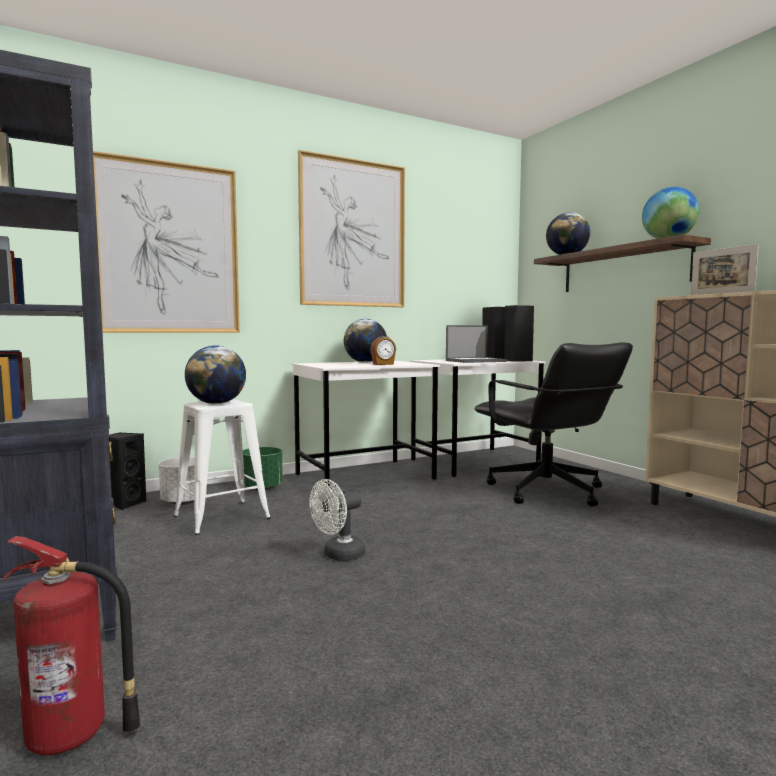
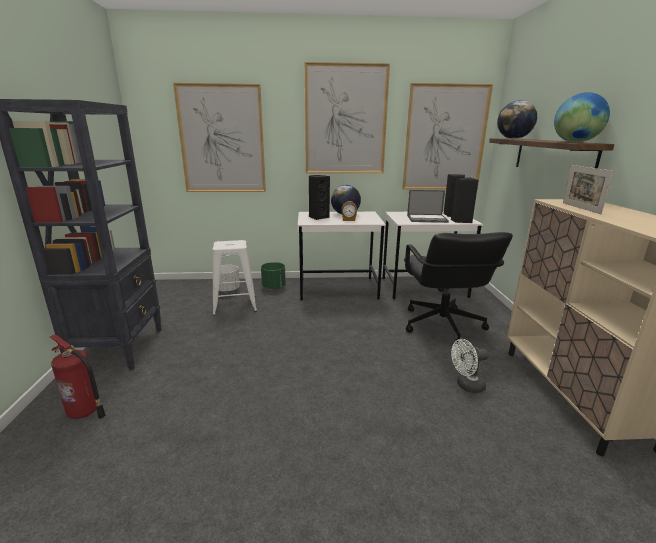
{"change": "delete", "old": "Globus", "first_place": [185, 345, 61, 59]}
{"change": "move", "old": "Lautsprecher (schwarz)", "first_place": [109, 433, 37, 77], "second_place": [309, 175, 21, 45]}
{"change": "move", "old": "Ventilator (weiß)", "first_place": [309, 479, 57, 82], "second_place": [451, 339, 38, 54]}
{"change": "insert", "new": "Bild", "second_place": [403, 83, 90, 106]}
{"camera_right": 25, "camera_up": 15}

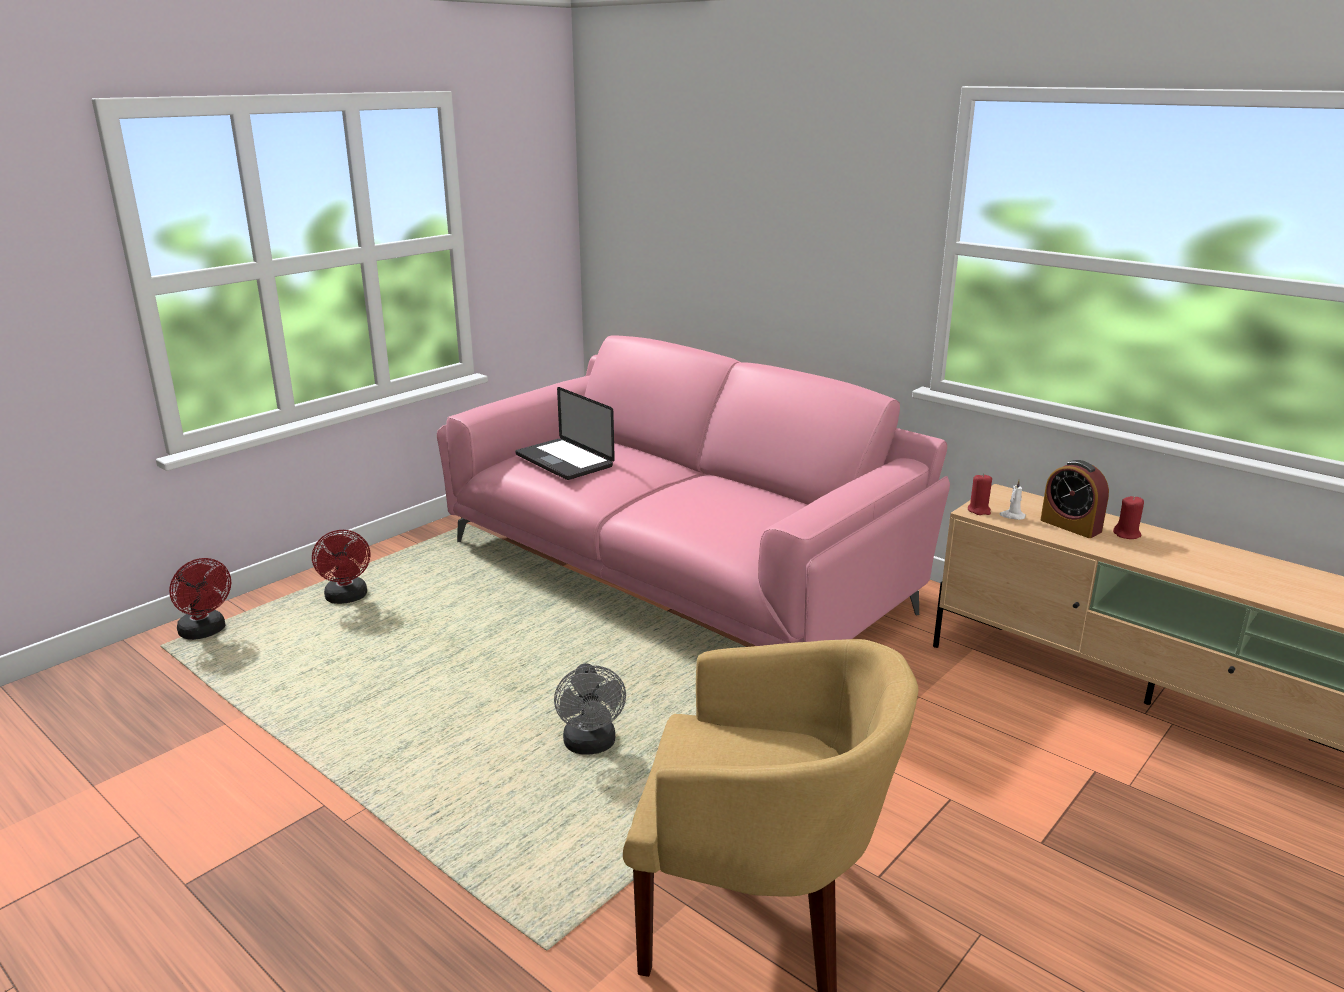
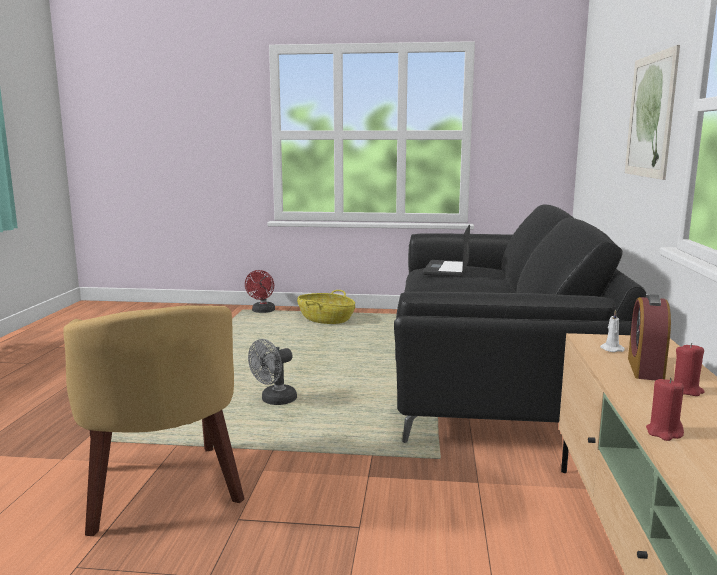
{"change": "recolor", "old": "Sofa (rosa)", "new": "Sofa (schwarz)", "first_place": [437, 335, 513, 311], "second_place": [394, 205, 252, 238]}
{"change": "move", "old": "Kerze (rot)", "first_place": [968, 474, 24, 41], "second_place": [646, 378, 38, 63]}
{"change": "replace", "old": "Ventilator (rot)", "new": "Korb", "first_place": [312, 530, 58, 74], "second_place": [297, 290, 58, 34]}
{"change": "insert", "new": "Bild", "second_place": [625, 45, 55, 135]}
{"camera_right": 55, "camera_up": -10}

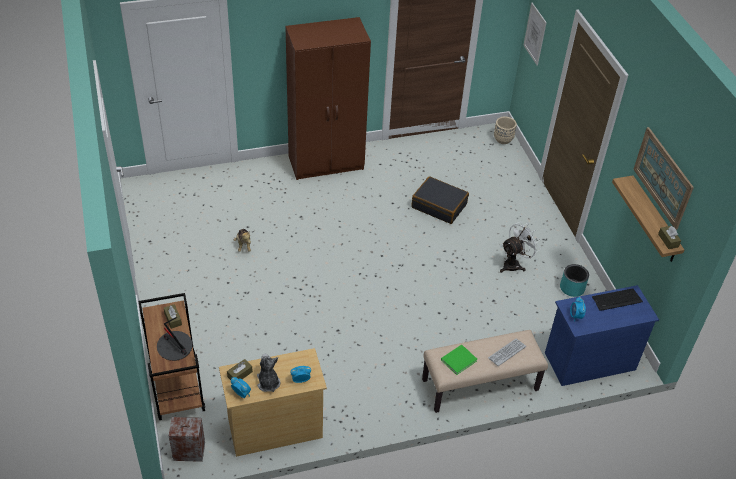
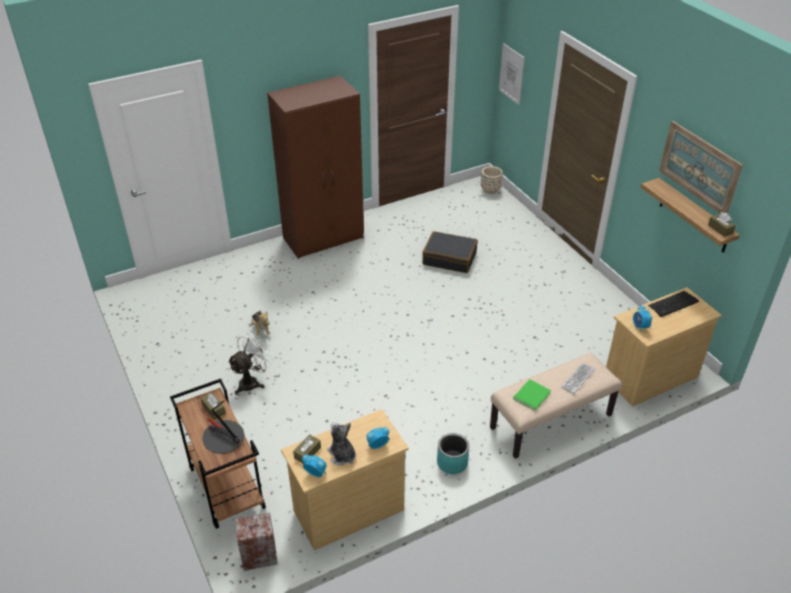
{"change": "move", "old": "Ventilator (weiß)", "first_place": [500, 222, 41, 51], "second_place": [228, 333, 45, 62]}
{"change": "move", "old": "Pflanzkübel (türkis)", "first_place": [560, 264, 29, 33], "second_place": [437, 433, 32, 41]}
{"change": "recolor", "old": "Kommode (blau)", "new": "Kommode (beige)", "first_place": [545, 285, 114, 101], "second_place": [606, 287, 116, 120]}
{"camera_right": -10, "camera_up": -5}

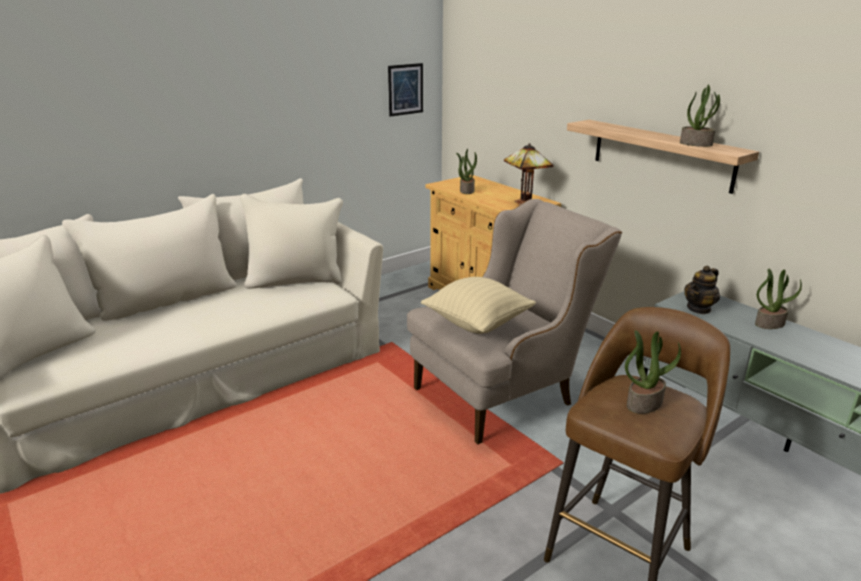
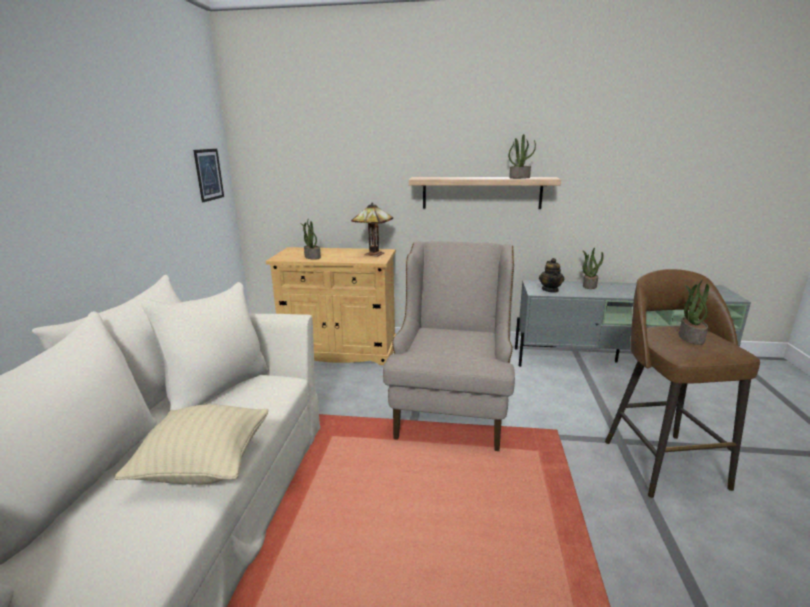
{"change": "move", "old": "Kissen (beige)", "first_place": [421, 277, 115, 57], "second_place": [115, 404, 154, 81]}
{"camera_right": -45, "camera_up": -5}

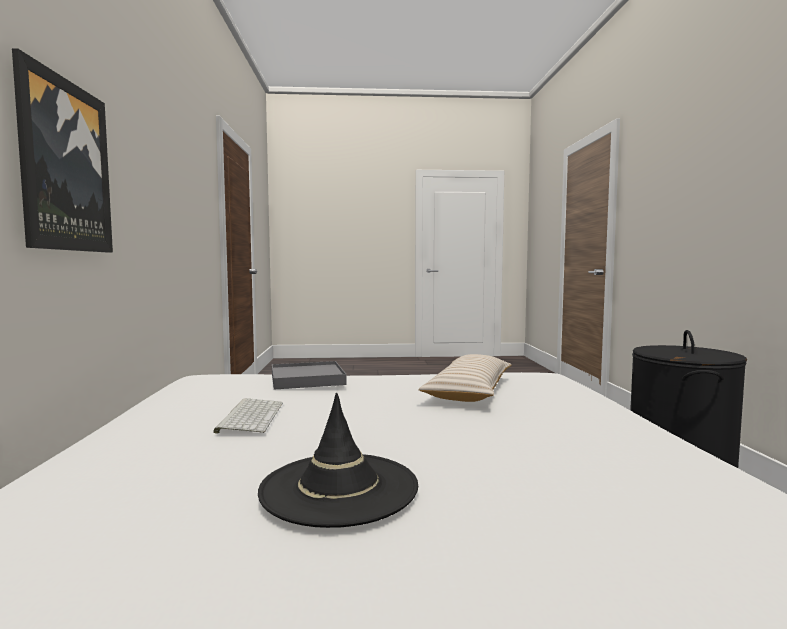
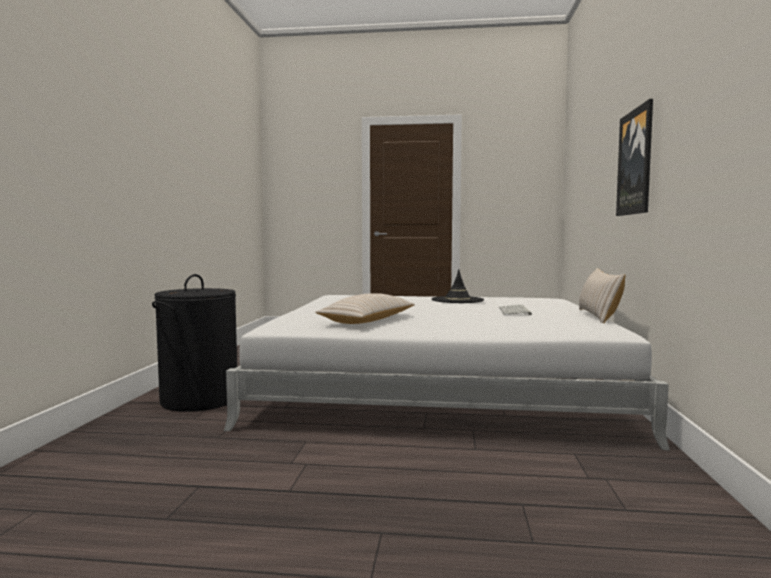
{"change": "delete", "old": "Tablett (grau)", "first_place": [272, 361, 75, 29]}
{"change": "insert", "new": "Kissen (beige)", "second_place": [579, 268, 46, 55]}
{"camera_right": -170, "camera_up": 0}

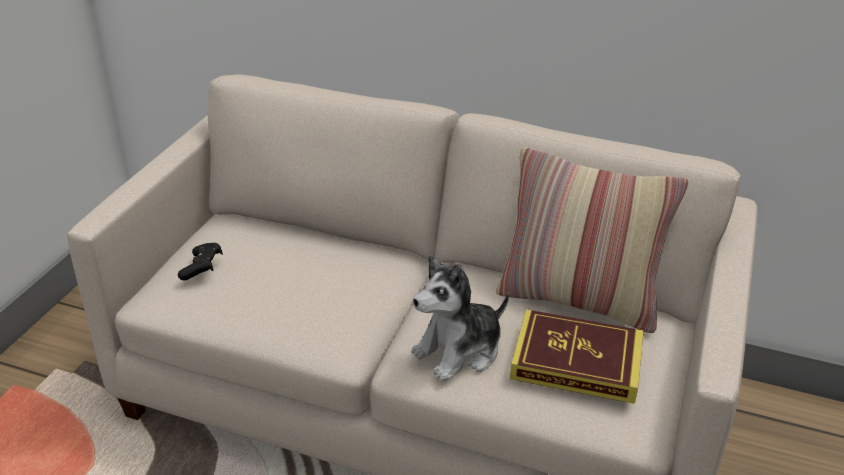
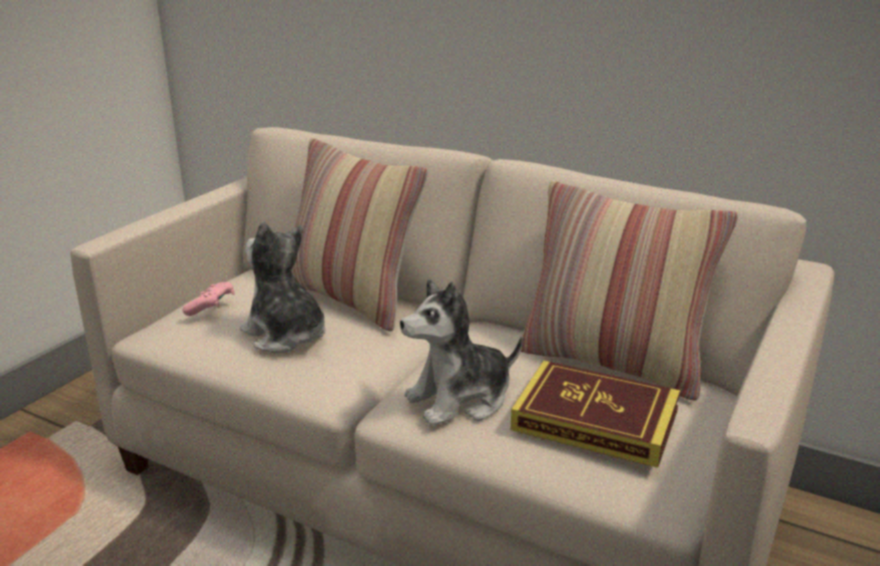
{"change": "recolor", "old": "Gamepad (schwarz)", "new": "Gamepad (rosa)", "first_place": [178, 243, 45, 37], "second_place": [183, 282, 52, 34]}
{"change": "insert", "new": "Kissen", "second_place": [291, 138, 137, 194]}
{"change": "insert", "new": "Plüschtier", "second_place": [240, 221, 86, 132]}
{"camera_right": 10, "camera_up": -10}

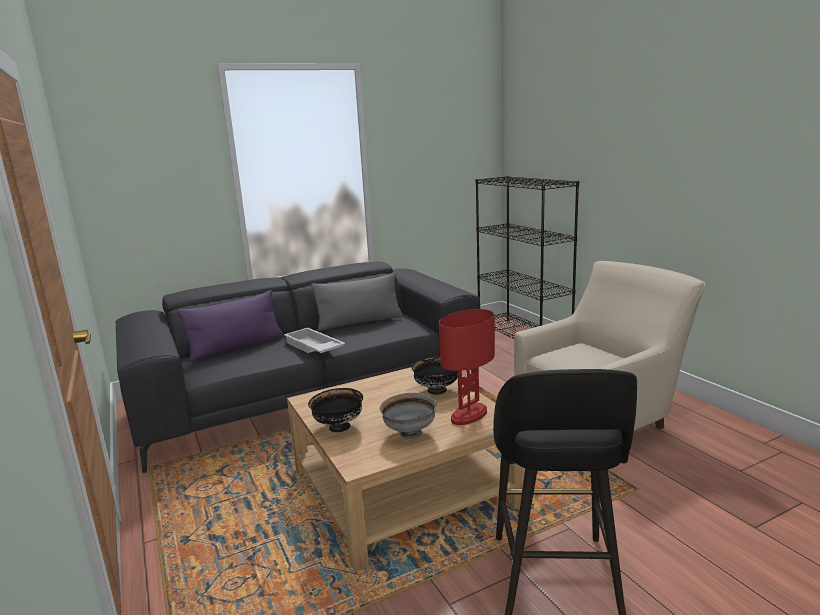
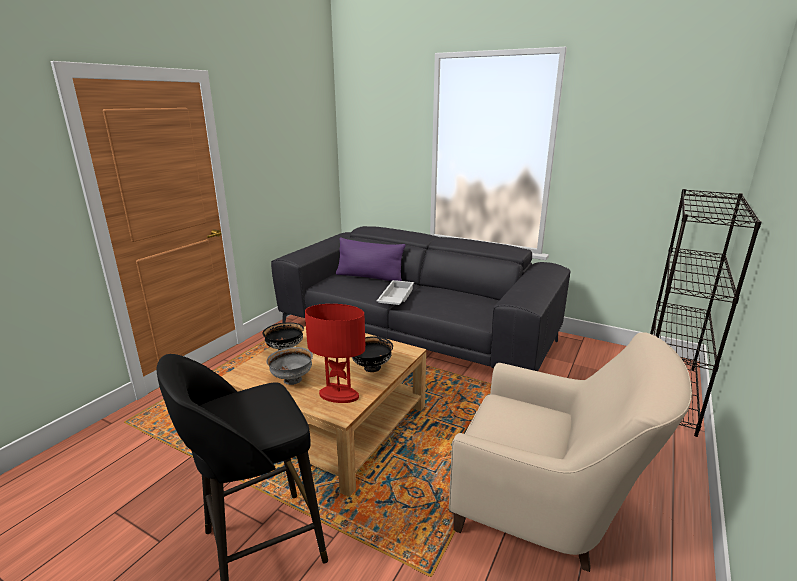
{"change": "delete", "old": "Kissen (grau)", "first_place": [311, 273, 92, 58]}
{"camera_right": 55, "camera_up": 5}

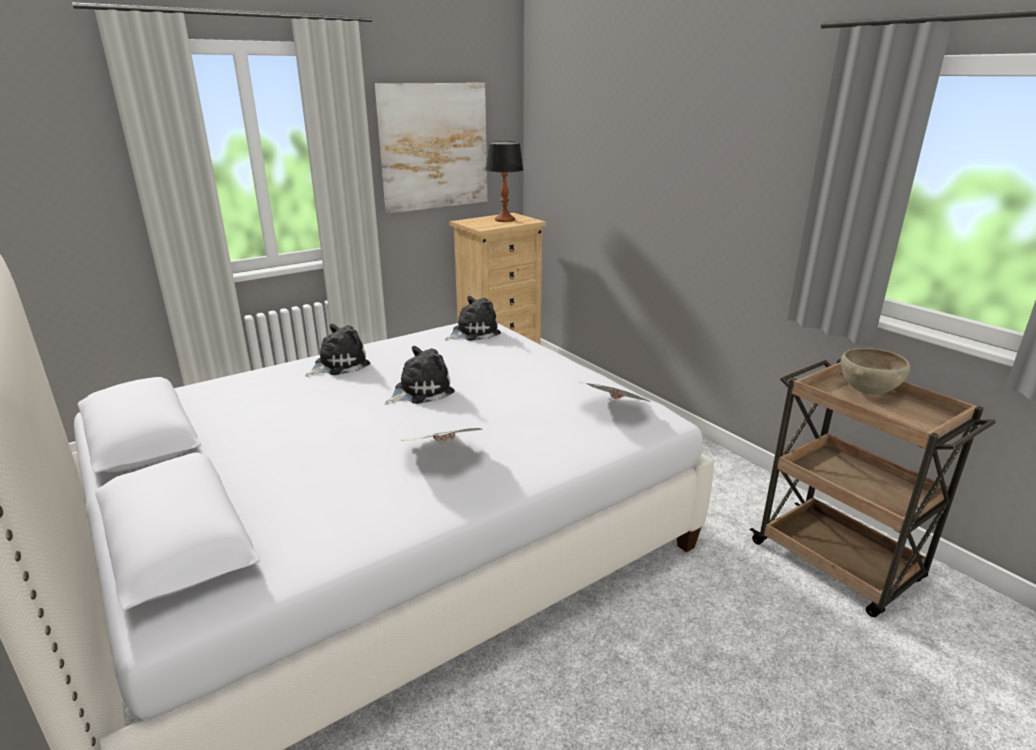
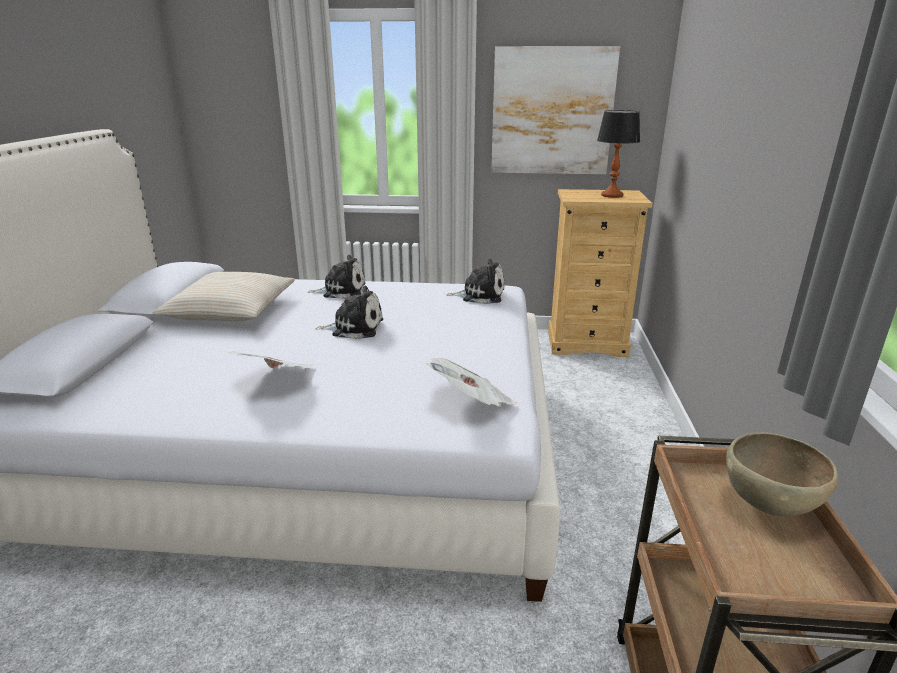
{"change": "insert", "new": "Kissen (beige)", "second_place": [153, 272, 142, 50]}
{"camera_right": 40, "camera_up": 0}

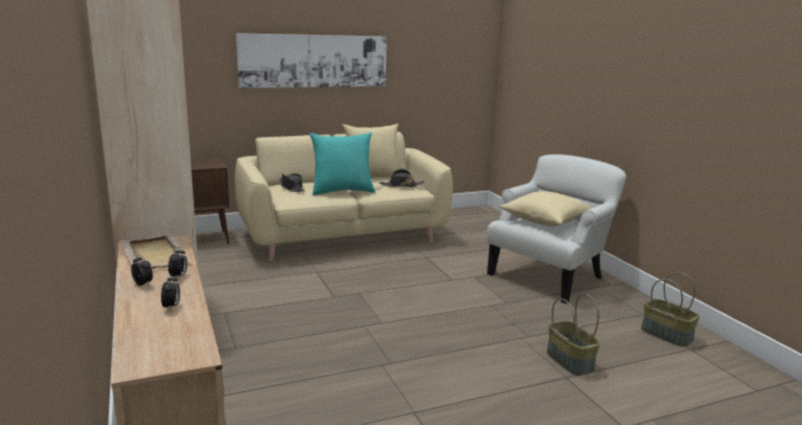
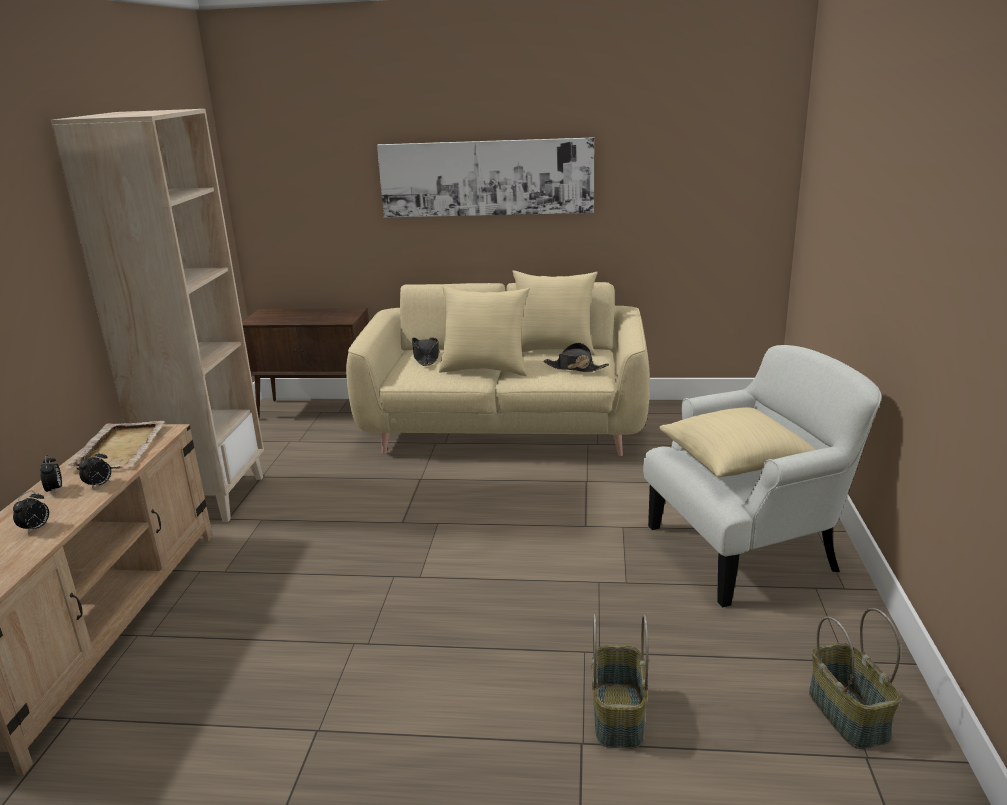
{"change": "recolor", "old": "Kissen (türkis)", "new": "Kissen (beige)", "first_place": [309, 132, 66, 63], "second_place": [439, 285, 91, 91]}
{"camera_right": 30, "camera_up": 5}

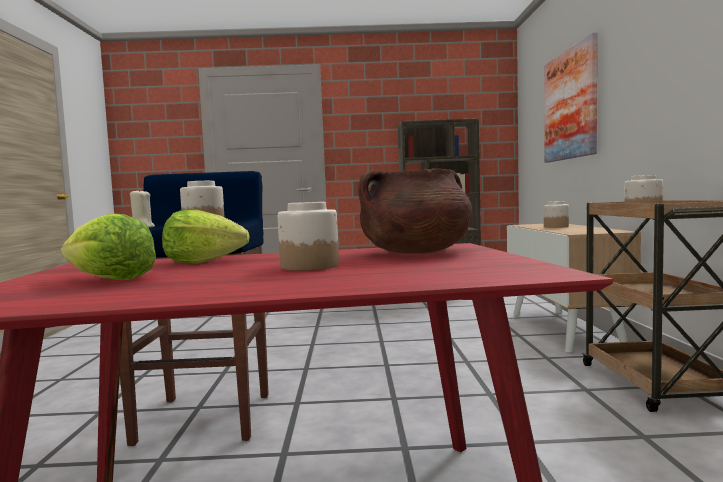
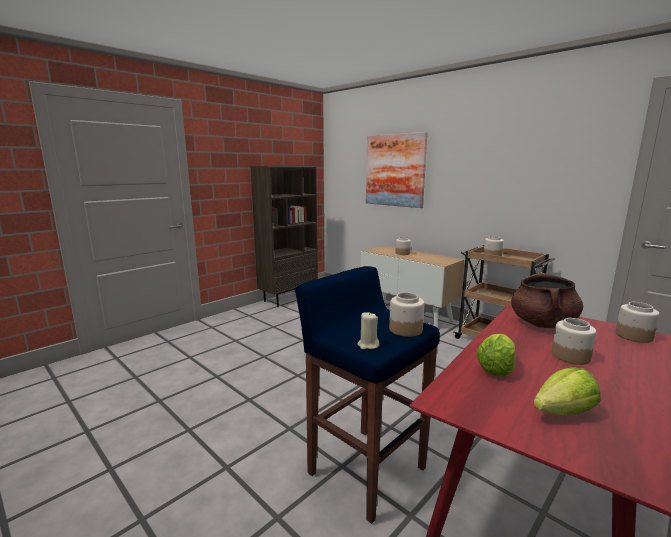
{"change": "insert", "new": "Vorratsglas", "second_place": [616, 302, 43, 41]}
{"camera_right": -45, "camera_up": 10}

